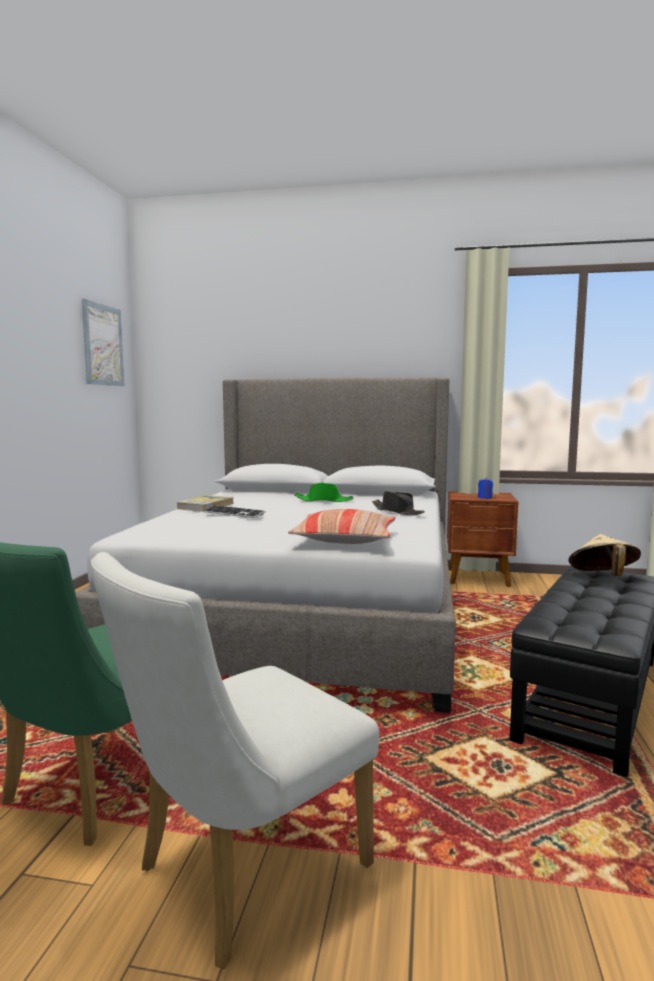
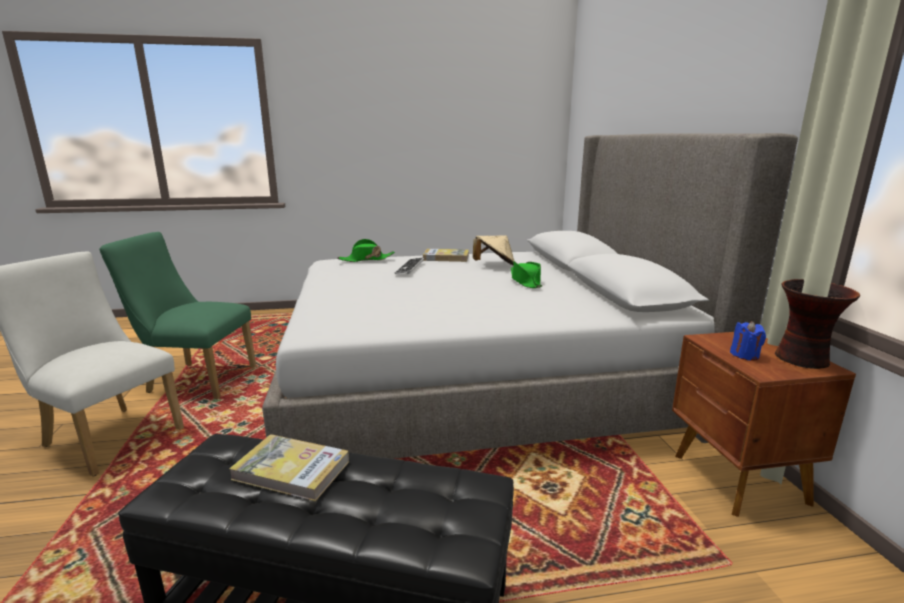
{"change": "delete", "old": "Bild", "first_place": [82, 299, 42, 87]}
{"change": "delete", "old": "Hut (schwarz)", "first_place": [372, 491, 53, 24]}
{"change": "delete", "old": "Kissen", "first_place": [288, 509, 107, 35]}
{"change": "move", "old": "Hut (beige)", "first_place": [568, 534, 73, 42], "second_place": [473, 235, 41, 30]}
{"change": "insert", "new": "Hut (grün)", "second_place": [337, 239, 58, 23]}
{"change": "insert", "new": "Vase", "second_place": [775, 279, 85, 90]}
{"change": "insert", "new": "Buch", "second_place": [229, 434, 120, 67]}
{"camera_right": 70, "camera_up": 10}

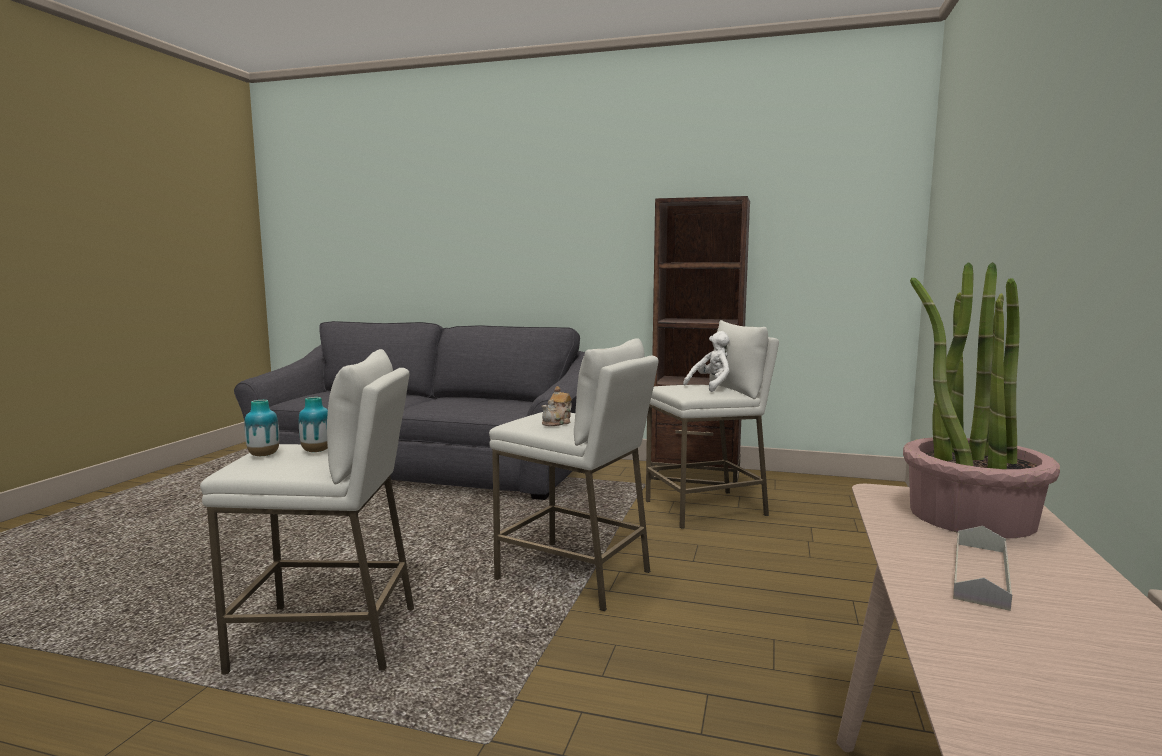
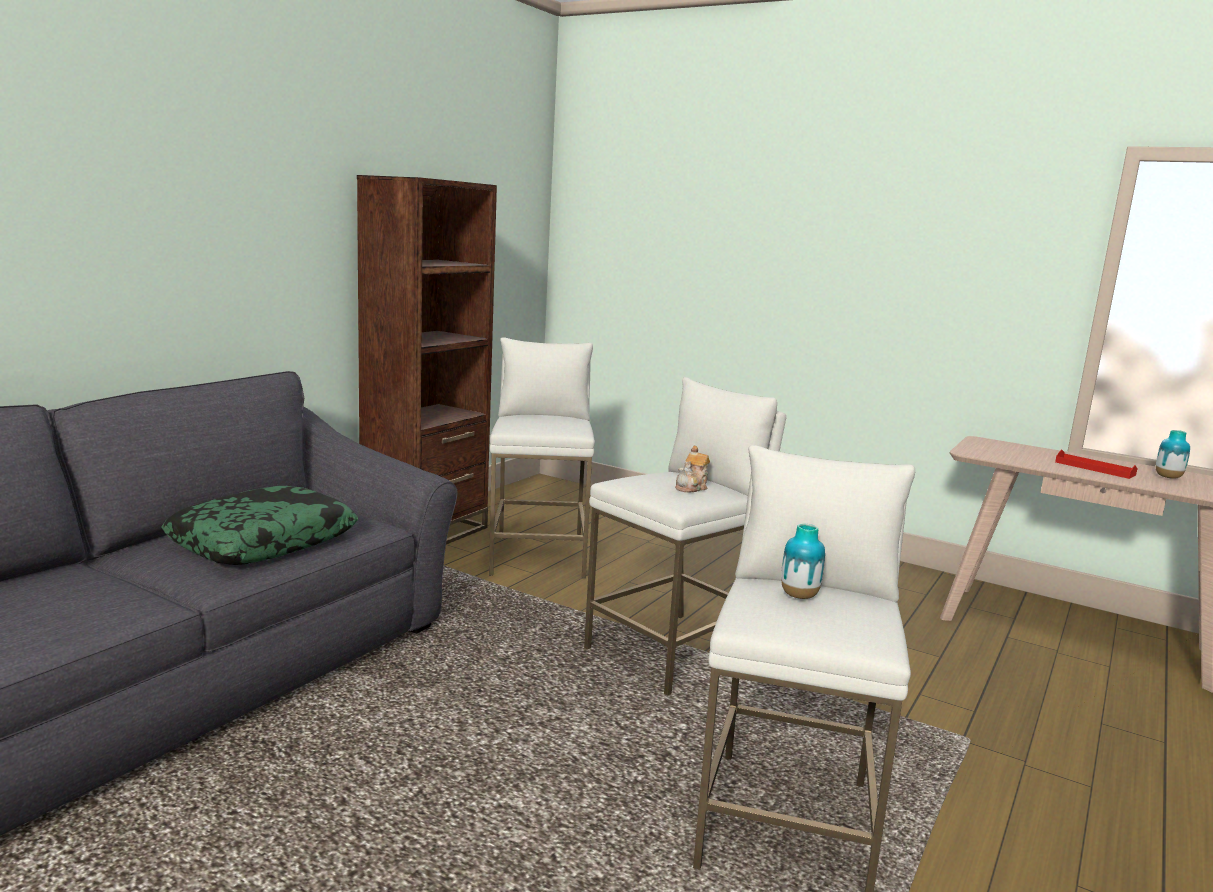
{"change": "delete", "old": "Topfpflanze", "first_place": [903, 262, 157, 276]}
{"change": "delete", "old": "Plüschtier (weiß)", "first_place": [683, 331, 47, 61]}
{"change": "rotate", "old": "Teekanne", "first_place": [542, 386, 30, 40], "second_place": [675, 446, 35, 47], "degrees": 75}
{"change": "move", "old": "Vase", "first_place": [244, 400, 35, 56], "second_place": [1156, 430, 34, 48]}
{"change": "recolor", "old": "Tablett (grau)", "new": "Tablett (rot)", "first_place": [953, 526, 59, 85], "second_place": [1055, 449, 83, 30]}
{"change": "insert", "new": "Kissen", "second_place": [161, 486, 197, 79]}
{"camera_right": -75, "camera_up": 5}

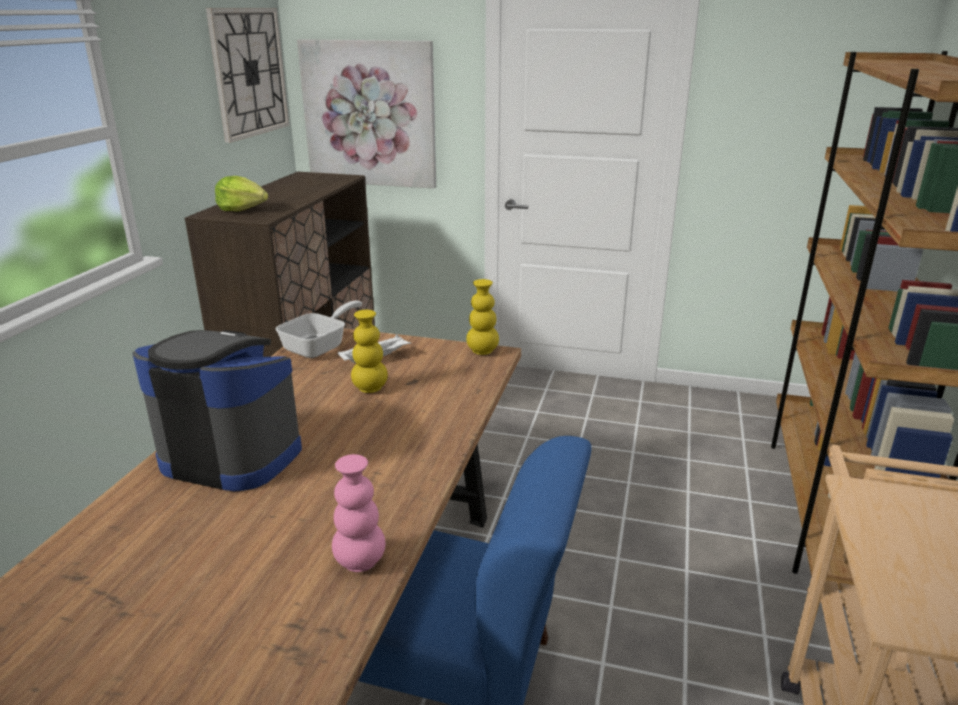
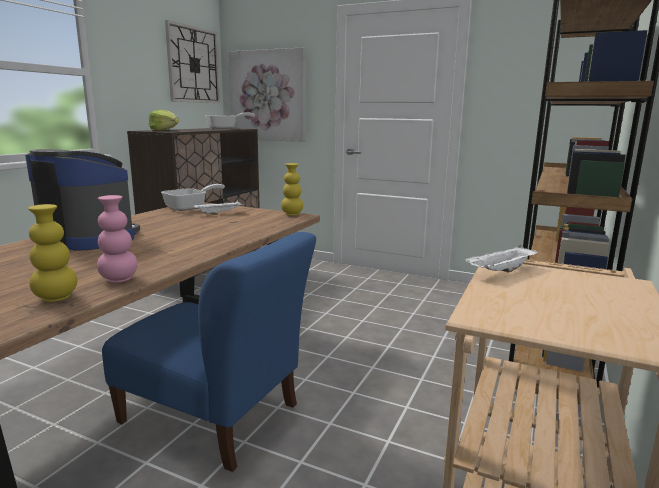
{"change": "move", "old": "Vase (gelb)", "first_place": [351, 310, 37, 83], "second_place": [28, 204, 49, 98]}
{"change": "insert", "new": "Pfanne", "second_place": [205, 112, 50, 17]}
{"change": "insert", "new": "Tablett (weiß)", "second_place": [465, 245, 72, 27]}
{"camera_right": 10, "camera_up": -10}

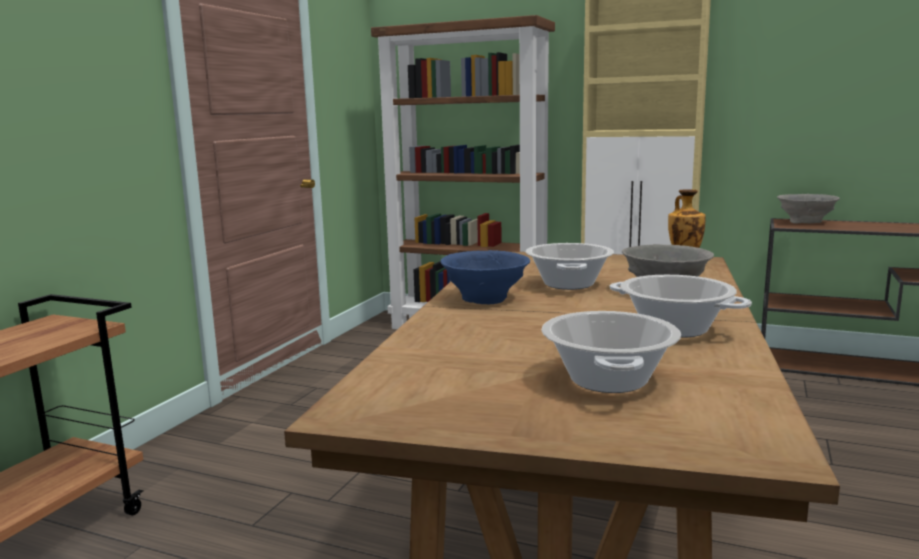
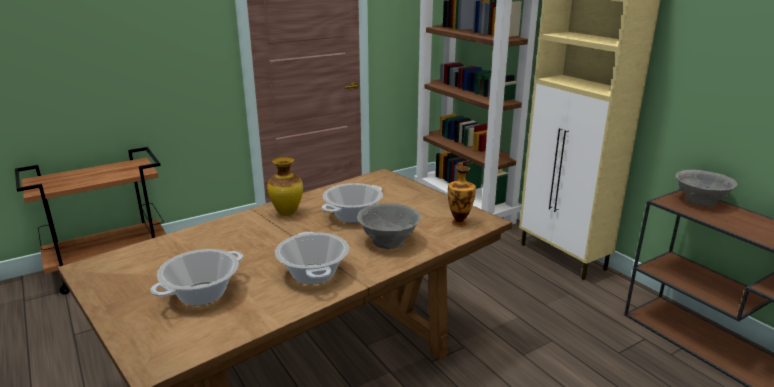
{"change": "replace", "old": "Schüssel (blau)", "new": "Vase", "first_place": [440, 250, 90, 54], "second_place": [267, 156, 36, 60]}
{"camera_right": 35, "camera_up": 10}

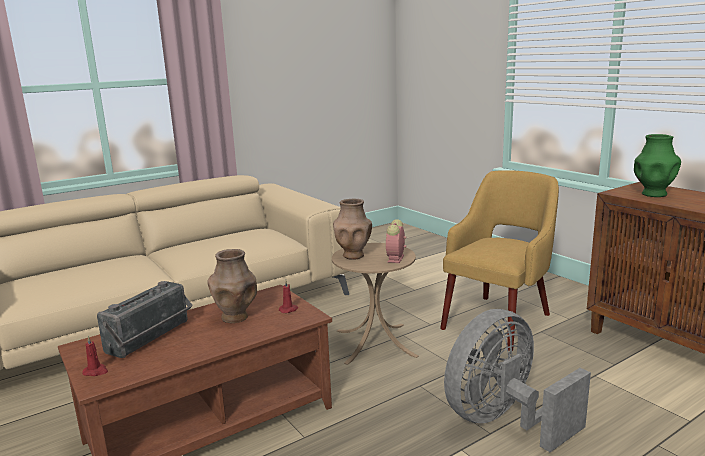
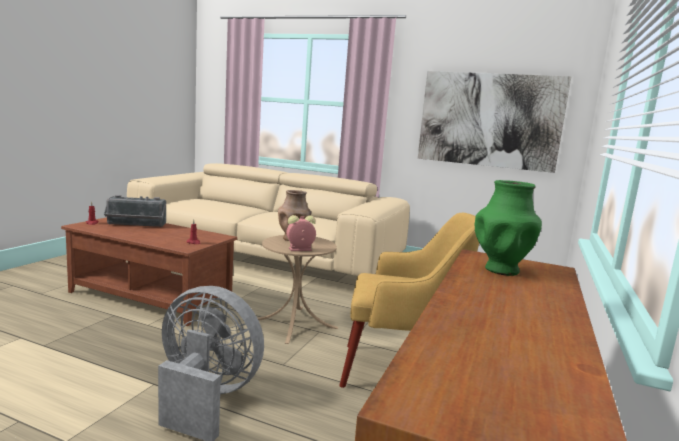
{"change": "delete", "old": "Vase (braun)", "first_place": [207, 249, 50, 74]}
{"change": "insert", "new": "Bild", "second_place": [418, 71, 153, 102]}
{"camera_right": 55, "camera_up": -5}

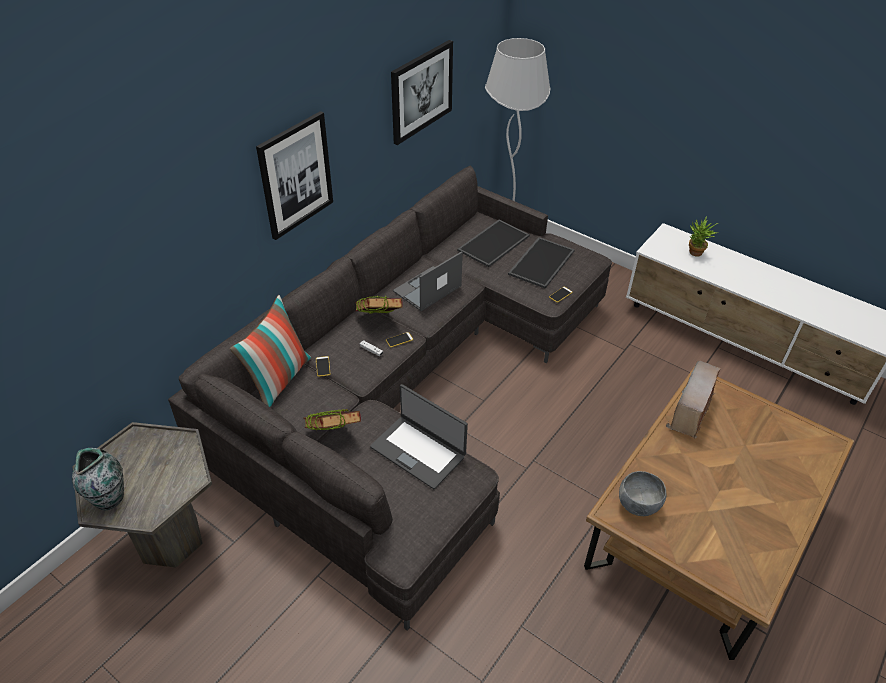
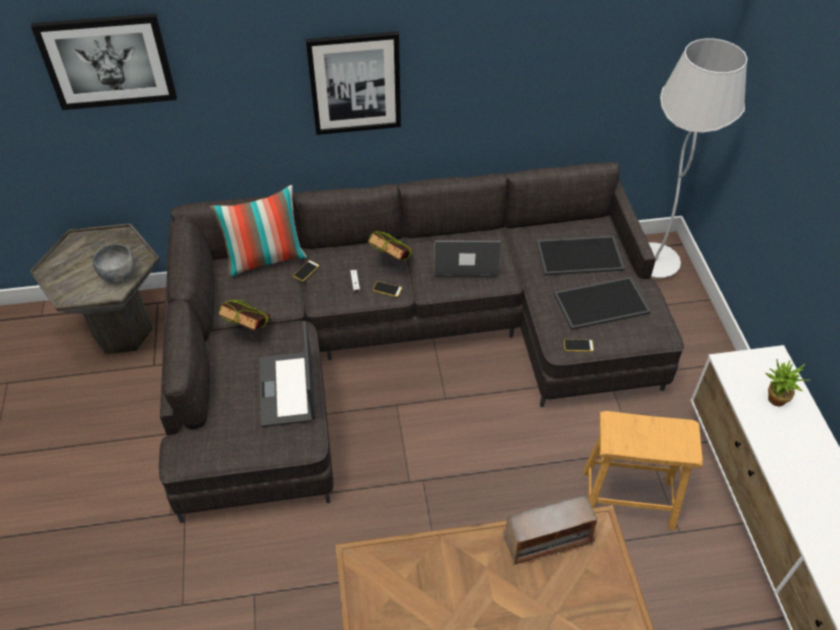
{"change": "move", "old": "Bild", "first_place": [391, 40, 62, 105], "second_place": [31, 13, 146, 97]}
{"change": "delete", "old": "Vase", "first_place": [72, 448, 52, 62]}
{"change": "move", "old": "Schüssel (grau)", "first_place": [619, 471, 47, 45], "second_place": [93, 244, 43, 39]}
{"change": "insert", "new": "Hocker (braun)", "second_place": [583, 411, 120, 119]}
{"camera_right": 45, "camera_up": 5}

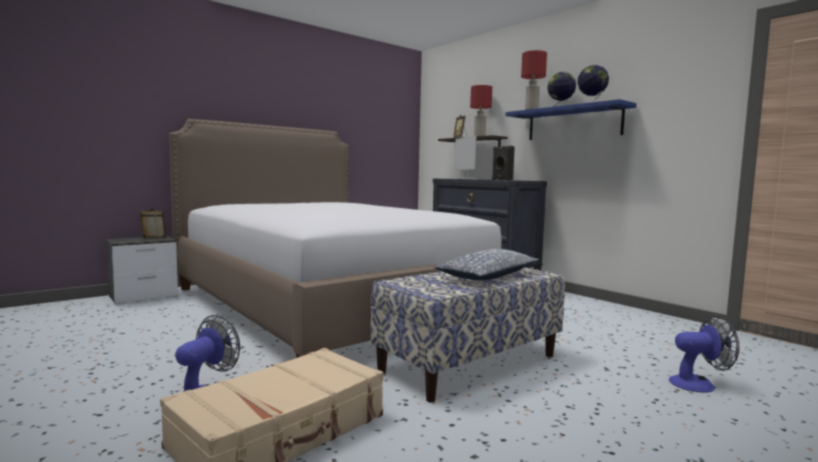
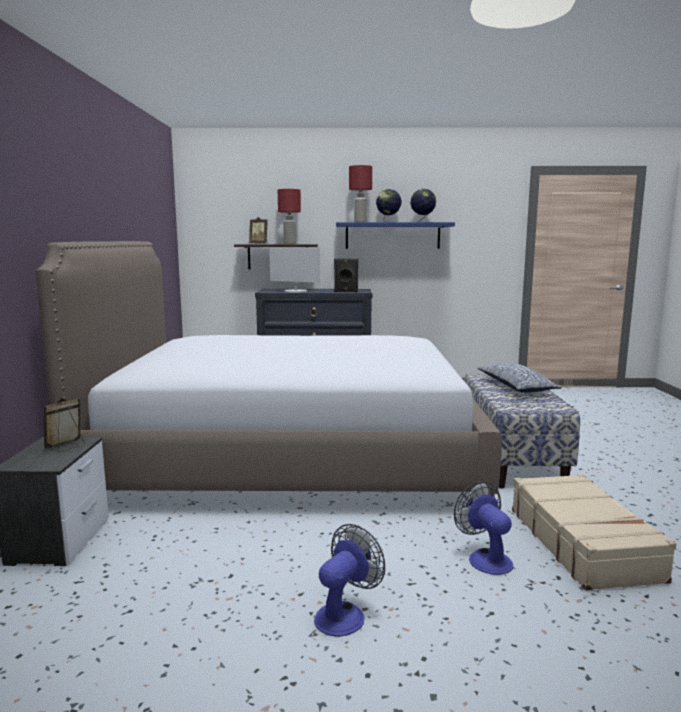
{"change": "move", "old": "Ventilator", "first_place": [669, 315, 70, 78], "second_place": [314, 524, 71, 113]}
{"camera_right": -50, "camera_up": 5}

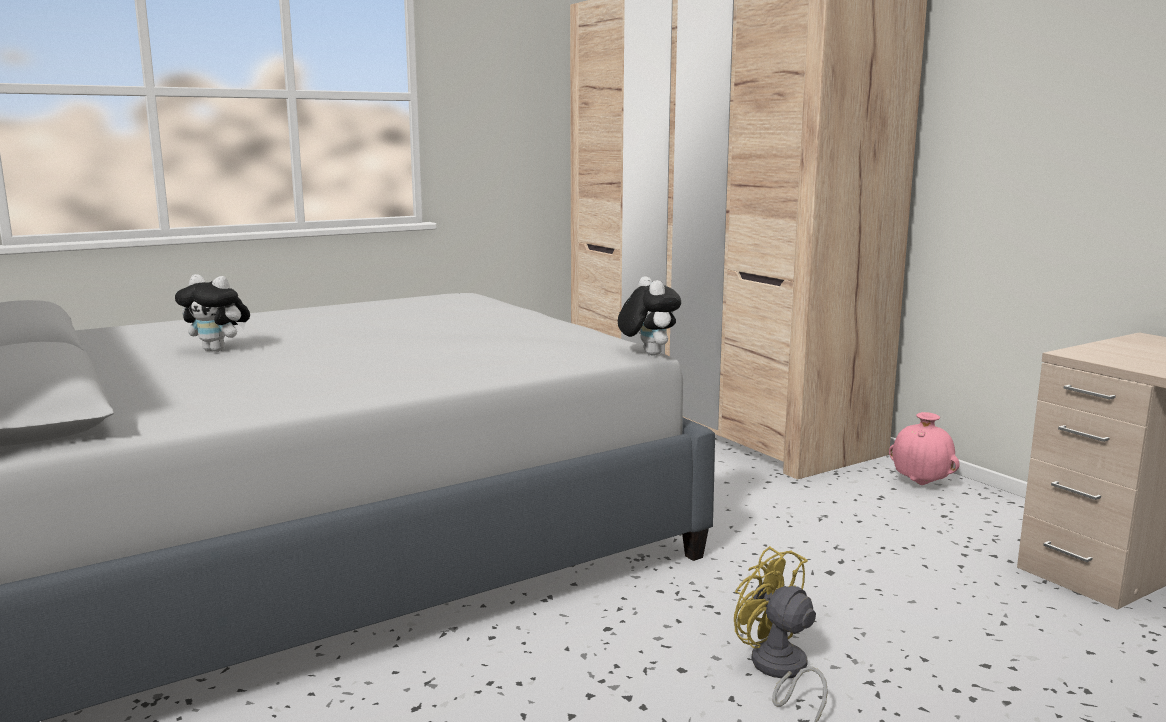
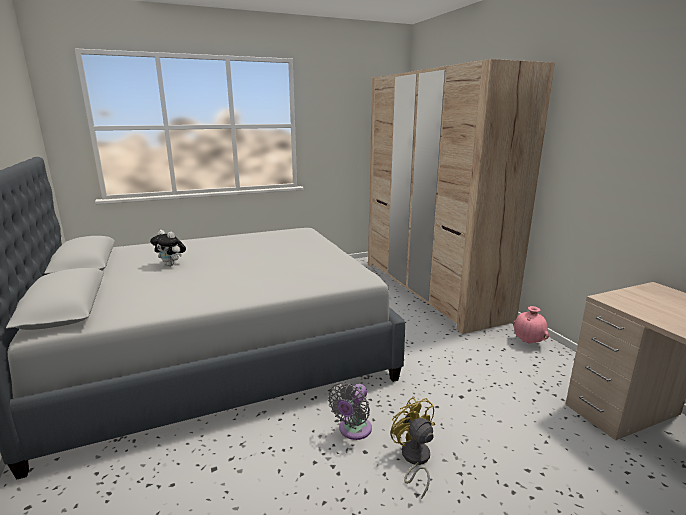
{"change": "delete", "old": "Plüschtier", "first_place": [618, 276, 63, 80]}
{"change": "insert", "new": "Ventilator (grau)", "second_place": [328, 382, 44, 58]}
{"camera_right": 10, "camera_up": 5}

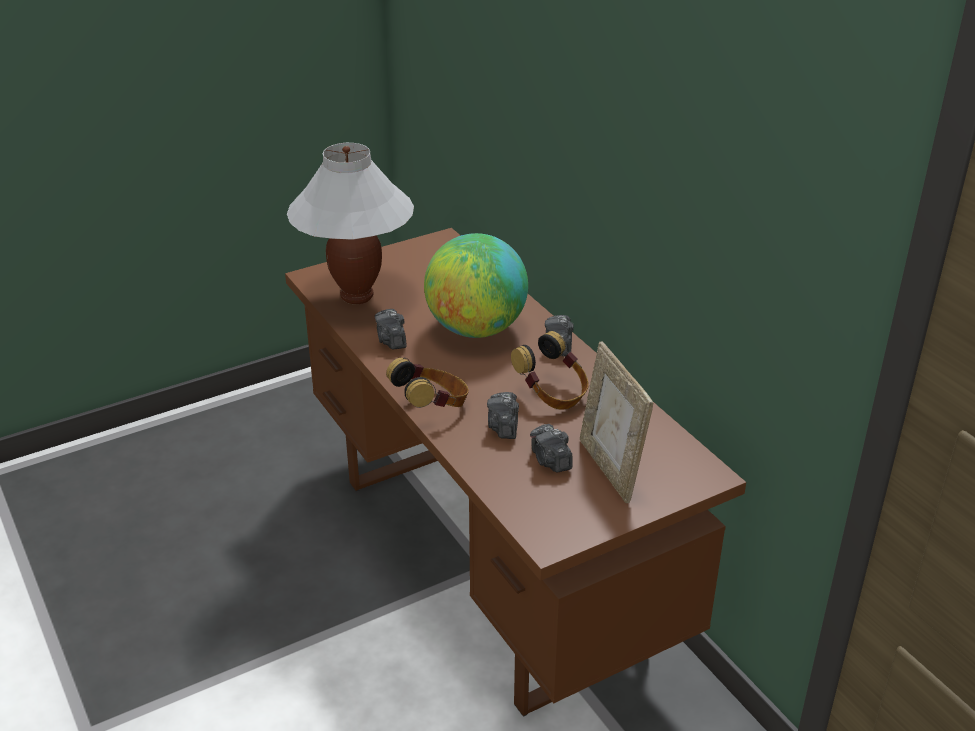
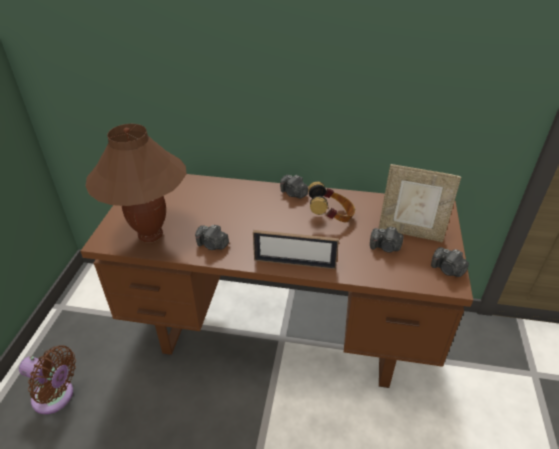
{"change": "recolor", "old": "Tischlampe (weiß)", "new": "Tischlampe (braun)", "first_place": [287, 143, 127, 161], "second_place": [86, 124, 101, 119]}
{"change": "delete", "old": "Globus", "first_place": [424, 233, 104, 105]}
{"change": "replace", "old": "Kopfhörer", "new": "Bilderrahmen", "first_place": [386, 358, 83, 50], "second_place": [253, 230, 86, 39]}
{"change": "move", "old": "Kamera", "first_place": [487, 392, 32, 47], "second_place": [431, 247, 38, 30]}
{"change": "insert", "new": "Ventilator (braun)", "second_place": [19, 345, 57, 69]}
{"camera_right": -50, "camera_up": 5}

